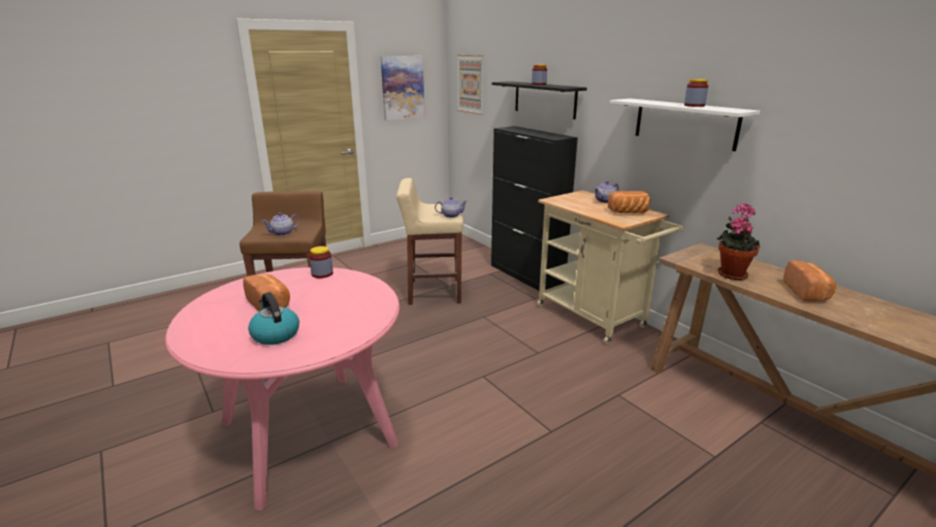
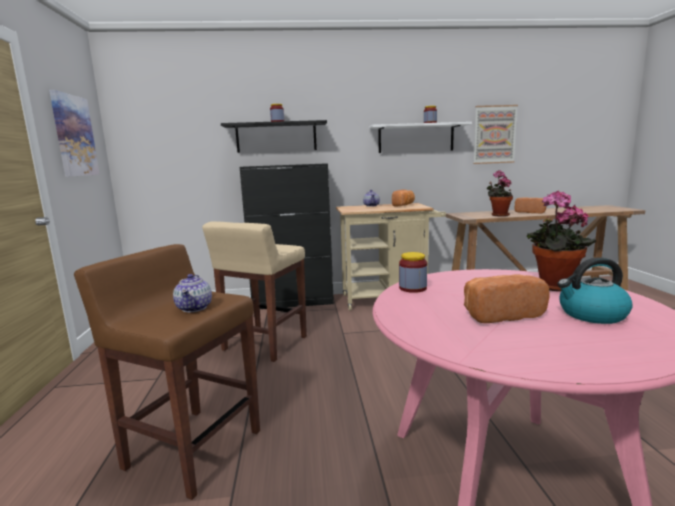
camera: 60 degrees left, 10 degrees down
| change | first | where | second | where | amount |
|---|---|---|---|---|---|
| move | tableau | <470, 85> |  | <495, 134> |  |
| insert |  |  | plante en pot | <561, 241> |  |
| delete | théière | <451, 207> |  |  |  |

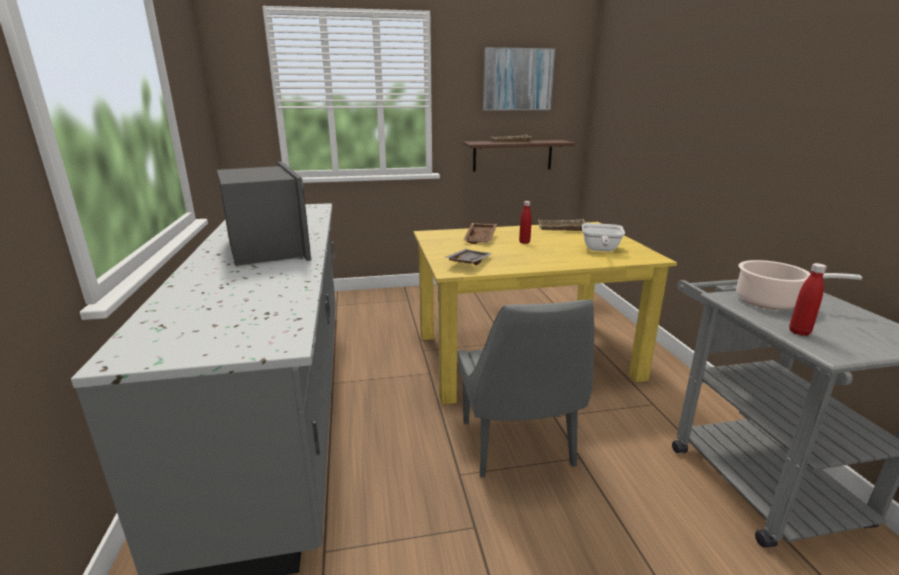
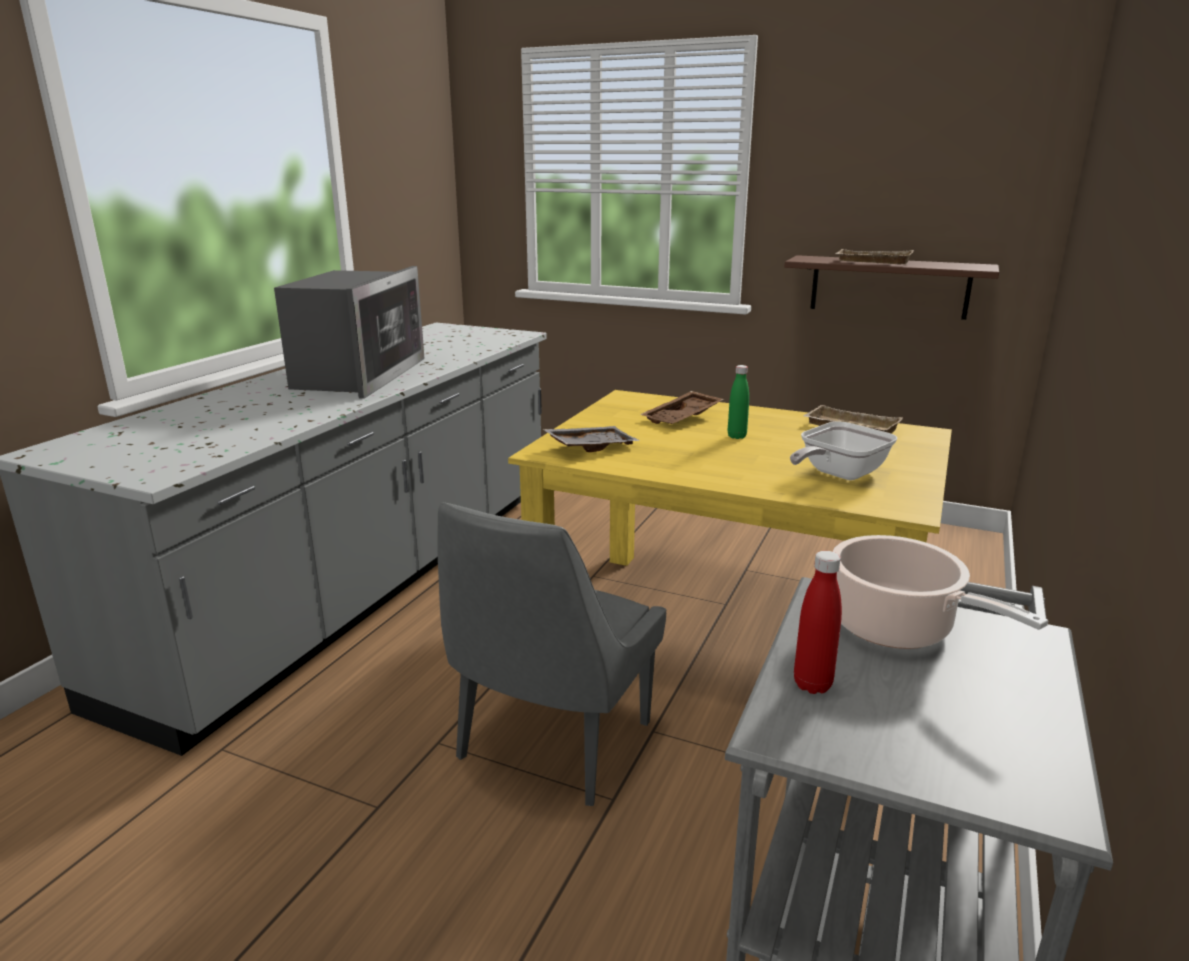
camera: 35 degrees right, 0 degrees up
| change | first | where | second | where | amount |
|---|---|---|---|---|---|
| recolor | bouteille/rouge | <525, 222> | bouteille/vert | <738, 402> |  |
| delete | tableau | <519, 79> |  |  |  |

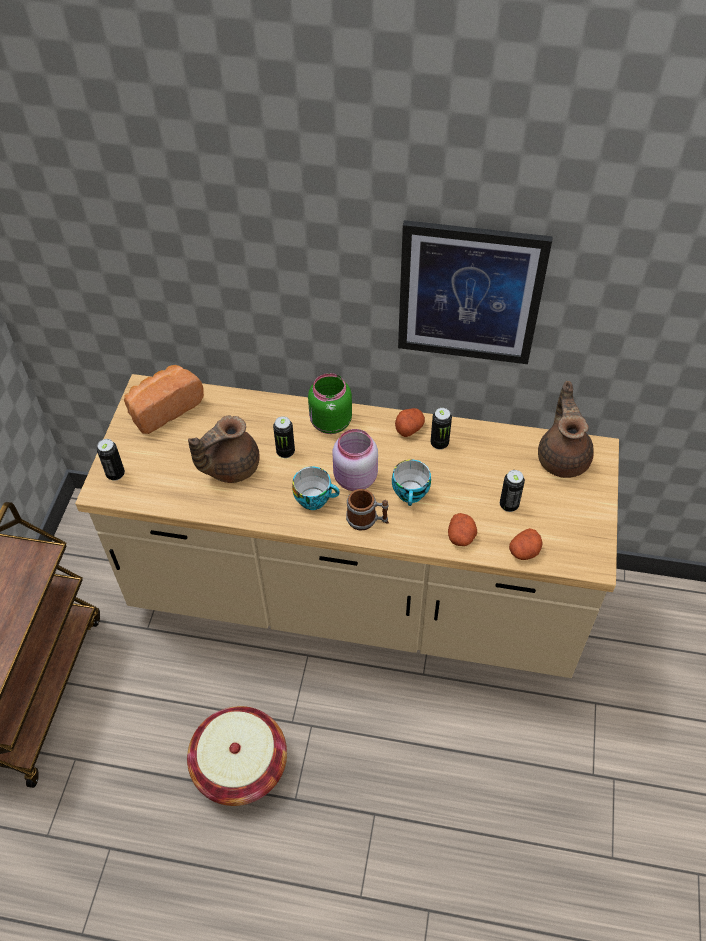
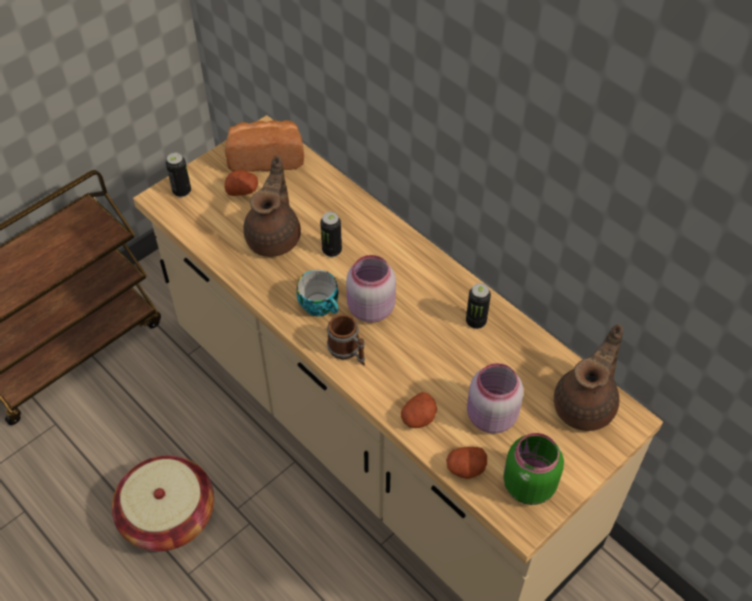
camera: 35 degrees right, 0 degrees up
| change | first | where | second | where | amount |
|---|---|---|---|---|---|
| move | pomme de terre | <410, 422> |  | <241, 183> |  |
| rotate | théière/marron | <224, 449> |  | <272, 206> | 105 degrees clockwise |
| replace | boîte métallique | <512, 491> | bocal/rose | <495, 398> |  |
| move | bocal/vert | <330, 403> |  | <533, 469> |  |
| delete | tasse | <411, 482> |  |  |  |
| delete | tableau | <475, 292> |  |  |  |

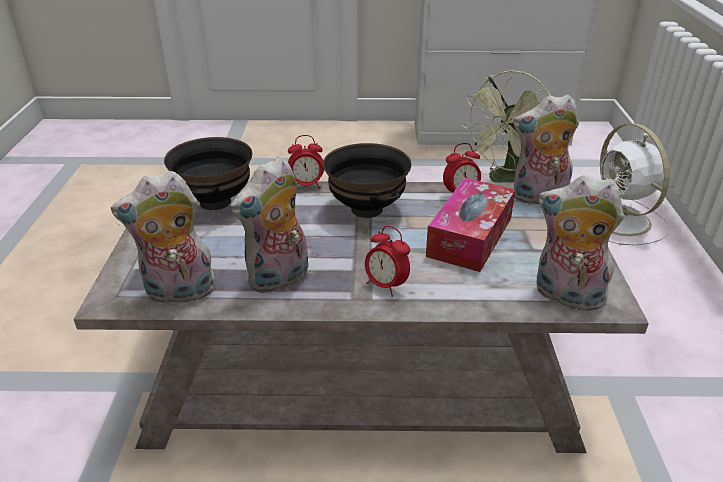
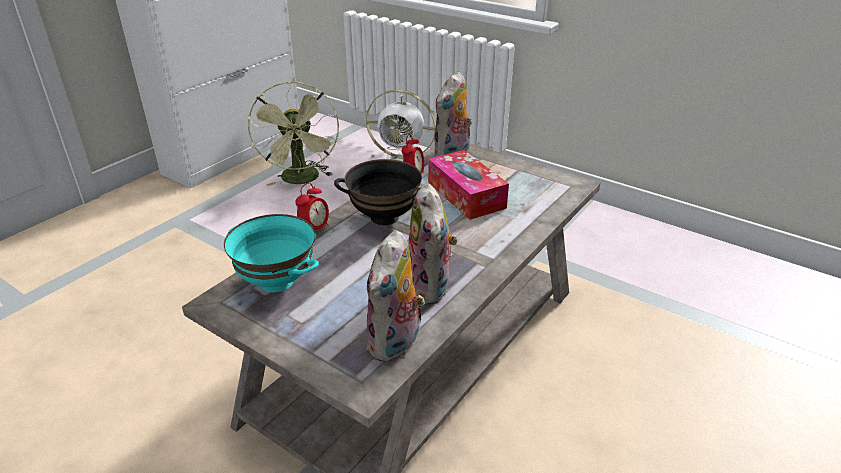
camera: 55 degrees left, 0 degrees up
| change | first | where | second | where | amount |
|---|---|---|---|---|---|
| recolor | bol/noir | <208, 173> | bol/turquoise | <271, 253> |  |
| delete | réveil | <387, 261> |  |  |  |
| delete | peluche | <580, 243> |  |  |  |

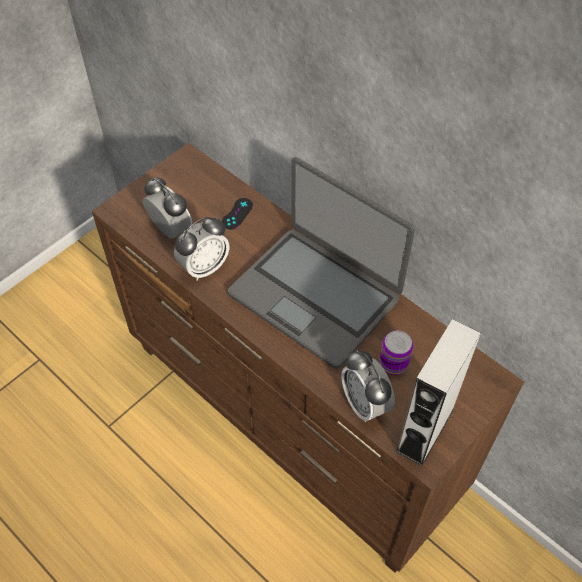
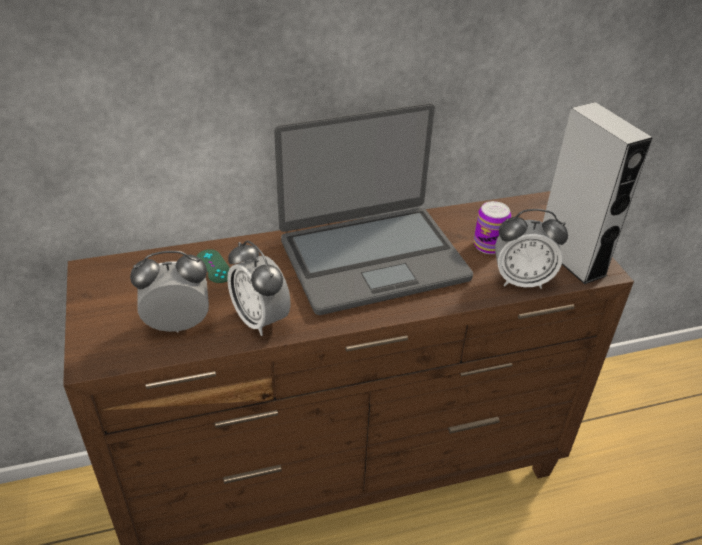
camera: 60 degrees left, 15 degrees down
| change | first | where | second | where | amount |
|---|---|---|---|---|---|
| recolor | manette/noir | <237, 213> | manette/vert | <213, 266> |  |
| rotate | réveil | <201, 249> |  | <259, 288> | 150 degrees clockwise |

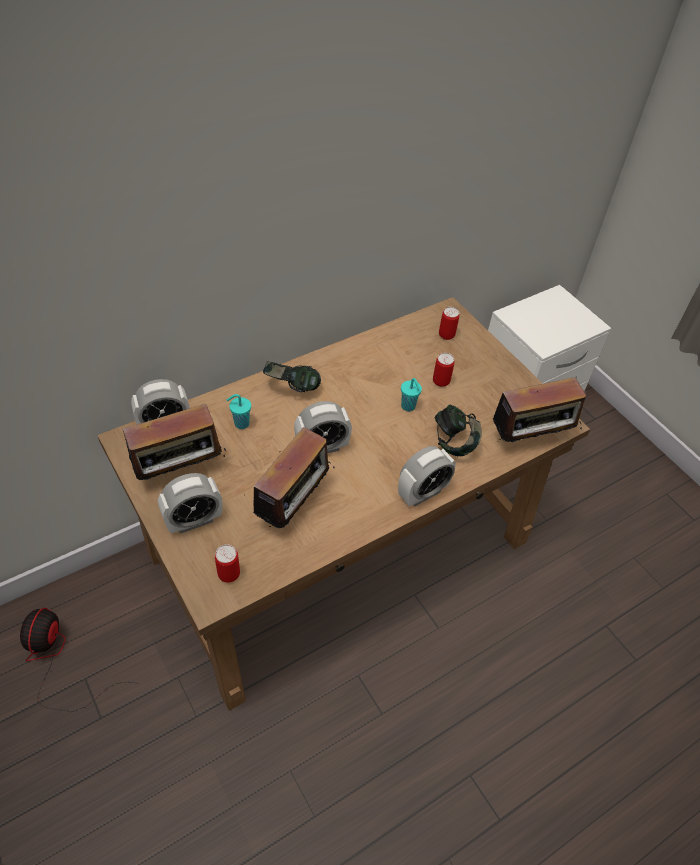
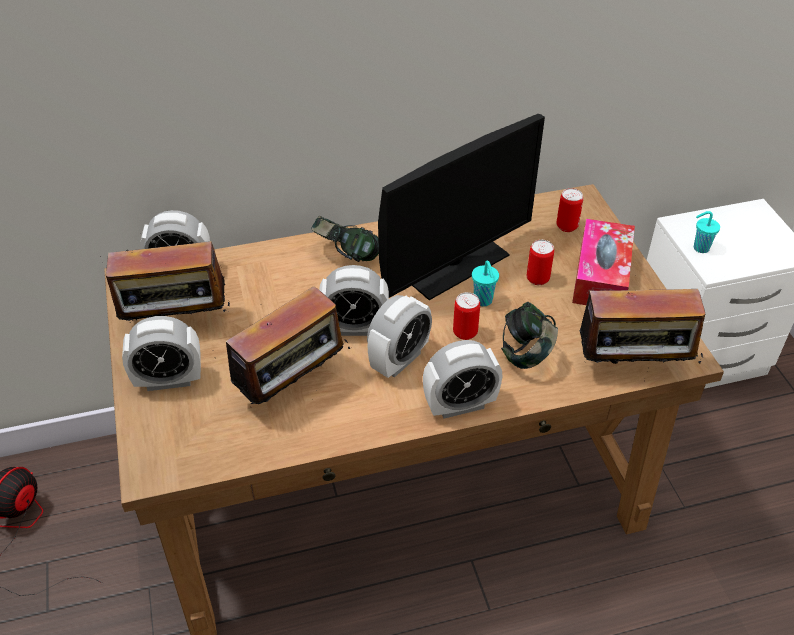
camera: 20 degrees right, 5 degrees down
| change | first | where | second | where | amount |
|---|---|---|---|---|---|
| insert |  |  | réveil | <399, 336> |  |
| insert |  |  | écran d'ordinateur | <461, 207> |  |
| move | boîte métallique | <227, 563> |  | <466, 316> |  |
| insert |  |  | boîte à mouchoirs | <603, 262> |  |
| move | tasse/turquoise | <239, 411> |  | <707, 232> |  |

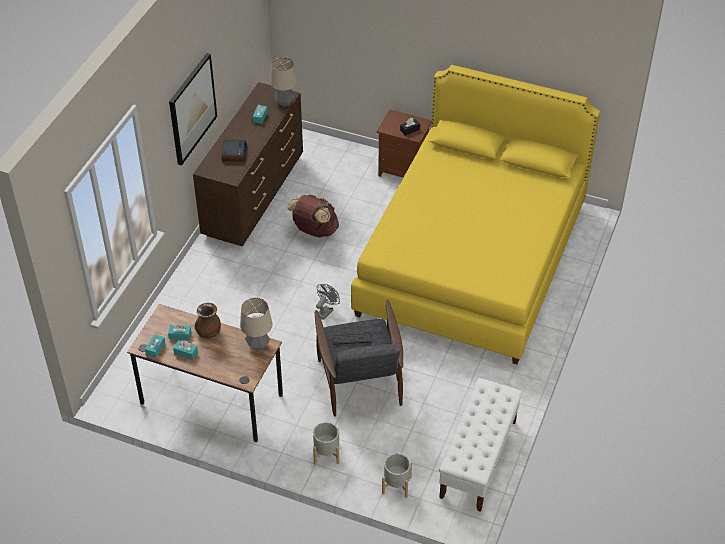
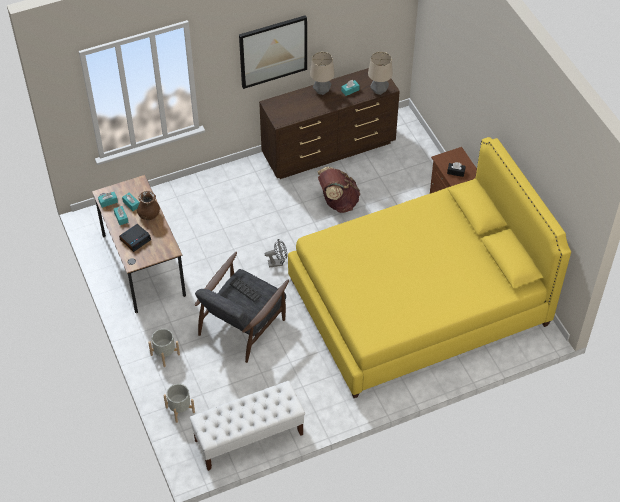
camera: 45 degrees right, 5 degrees up
| change | first | where | second | where | amount |
|---|---|---|---|---|---|
| move | réveil | <234, 151> |  | <135, 238> |  |
| move | lampe de table | <256, 324> |  | <322, 73> |  |

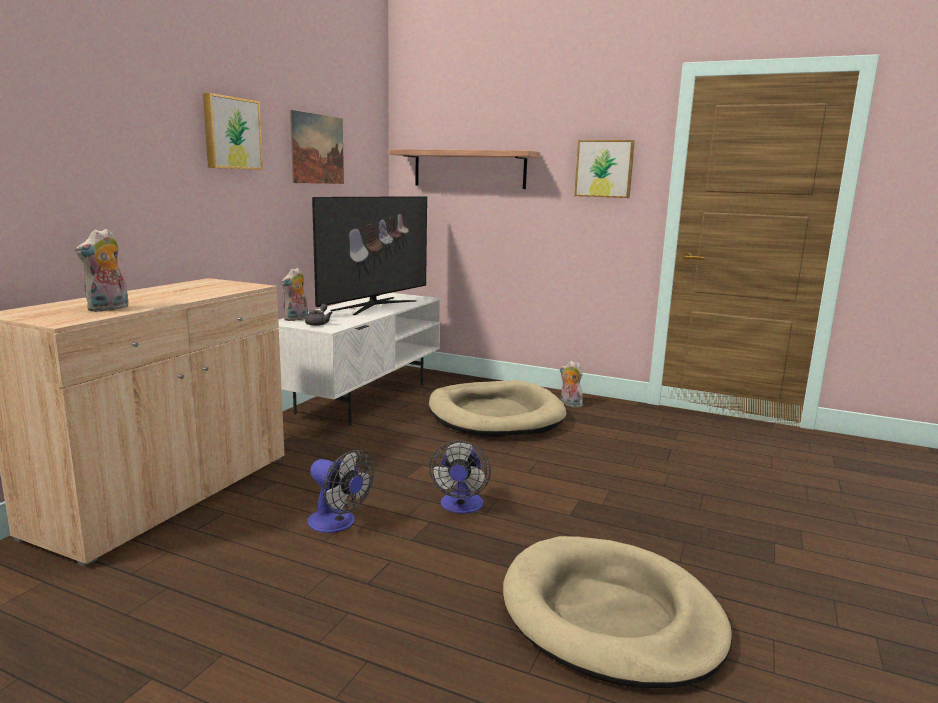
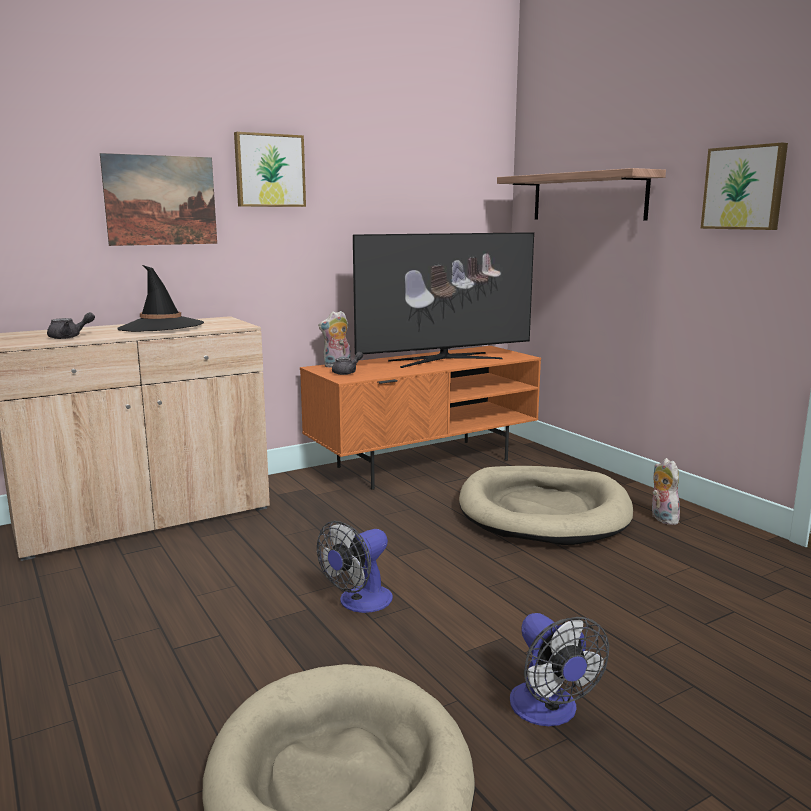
camera: 35 degrees right, 0 degrees up
| change | first | where | second | where | amount |
|---|---|---|---|---|---|
| replace | peluche | <102, 270> | théière/gris | <71, 325> |  |
| move | tableau | <317, 147> |  | <158, 199> |  |
| insert |  |  | chapeau/noir | <160, 298> |  |
| recolor | meuble télé/blanc | <358, 359> | meuble télé/orange | <420, 418> |  |
| move | ventilateur | <340, 491> |  | <559, 669> |  |

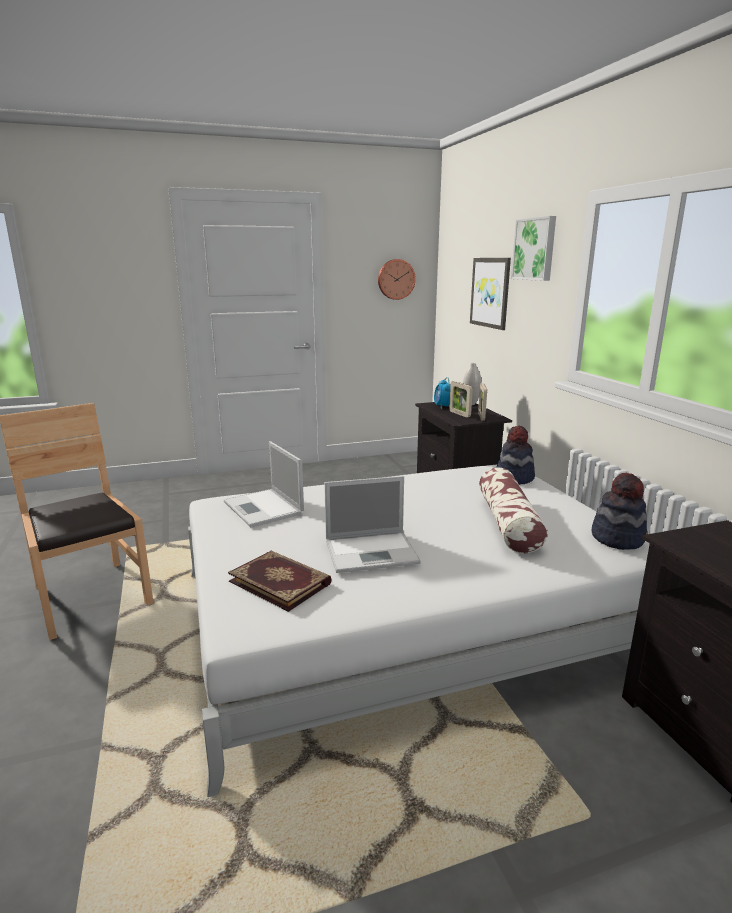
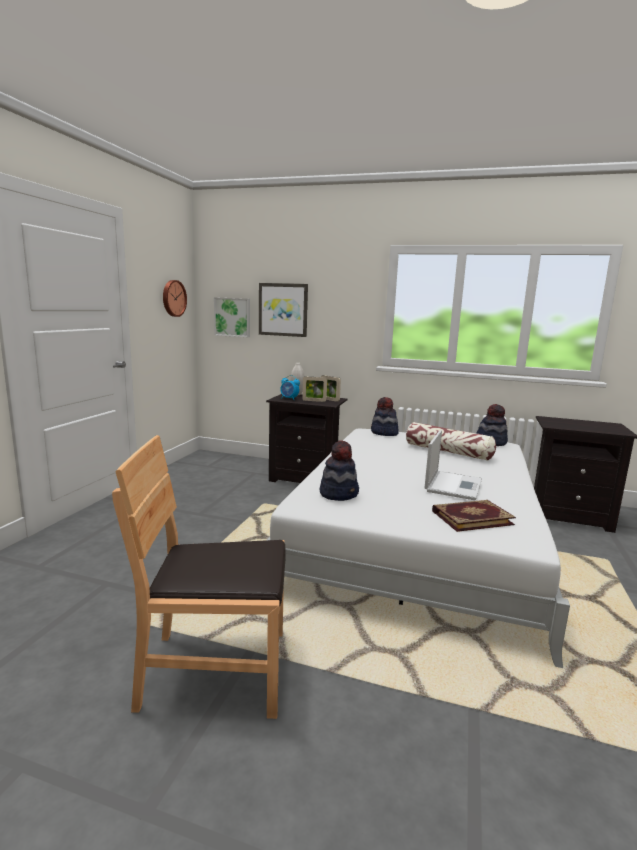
camera: 55 degrees left, 5 degrees down
| change | first | where | second | where | amount |
|---|---|---|---|---|---|
| move | tableau | <533, 248> |  | <232, 317> |  |
| replace | ordinateur portable | <264, 484> | chapeau | <339, 470> |  |

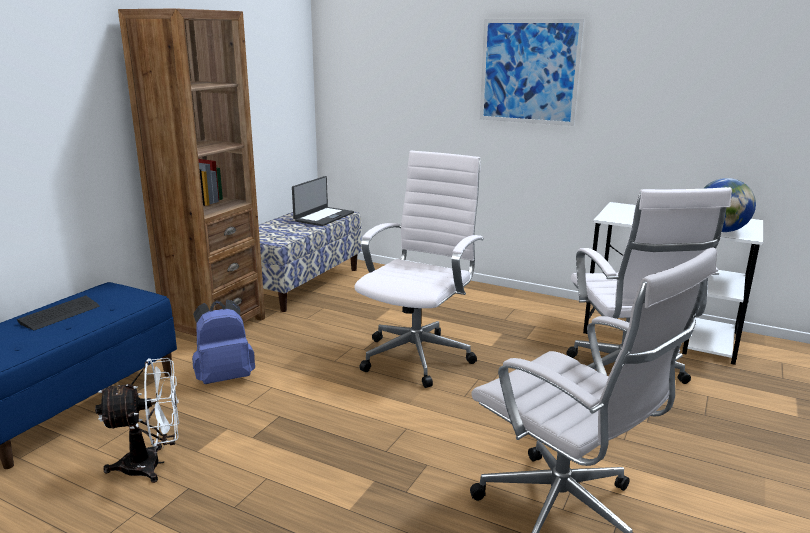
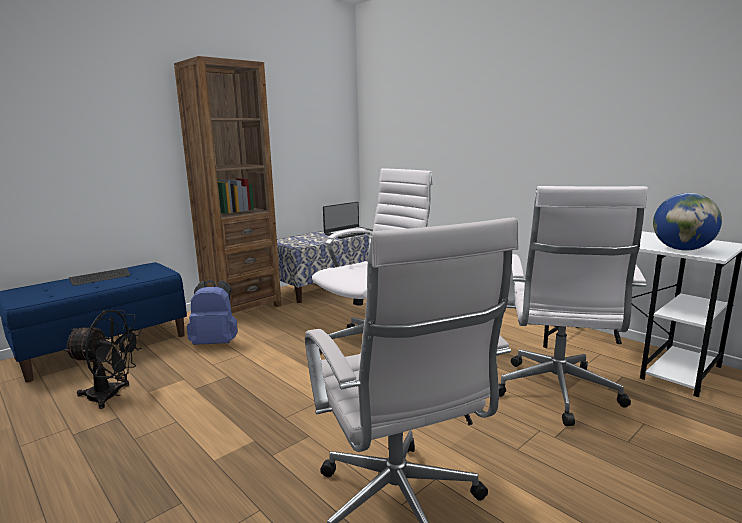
camera: 20 degrees right, 5 degrees down
| change | first | where | second | where | amount |
|---|---|---|---|---|---|
| recolor | ventilateur/blanc | <137, 420> | ventilateur/noir | <102, 359> |  |
| delete | tableau | <532, 72> |  |  |  |

